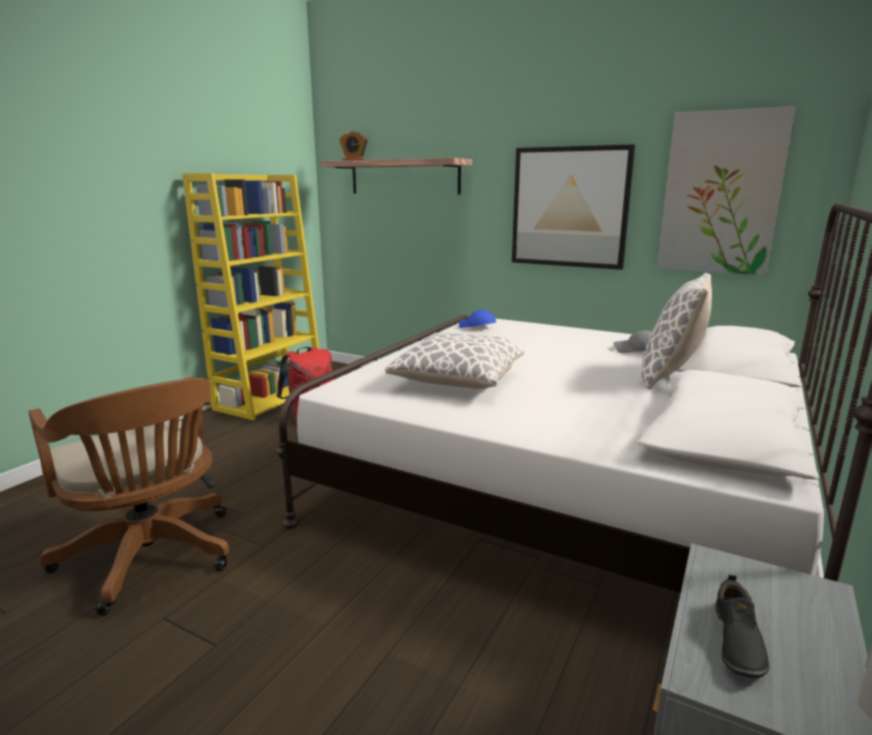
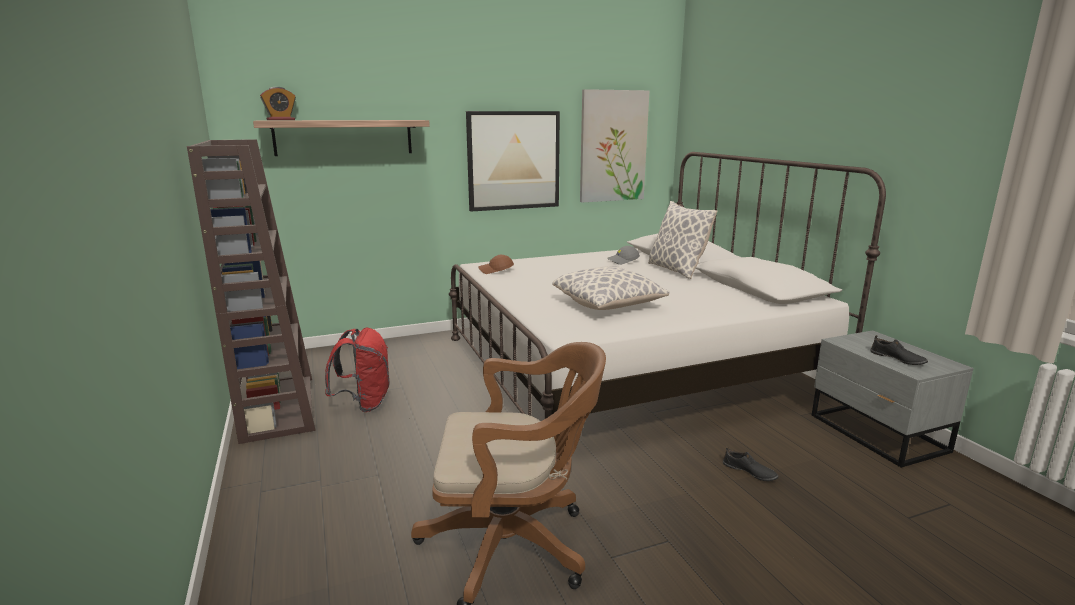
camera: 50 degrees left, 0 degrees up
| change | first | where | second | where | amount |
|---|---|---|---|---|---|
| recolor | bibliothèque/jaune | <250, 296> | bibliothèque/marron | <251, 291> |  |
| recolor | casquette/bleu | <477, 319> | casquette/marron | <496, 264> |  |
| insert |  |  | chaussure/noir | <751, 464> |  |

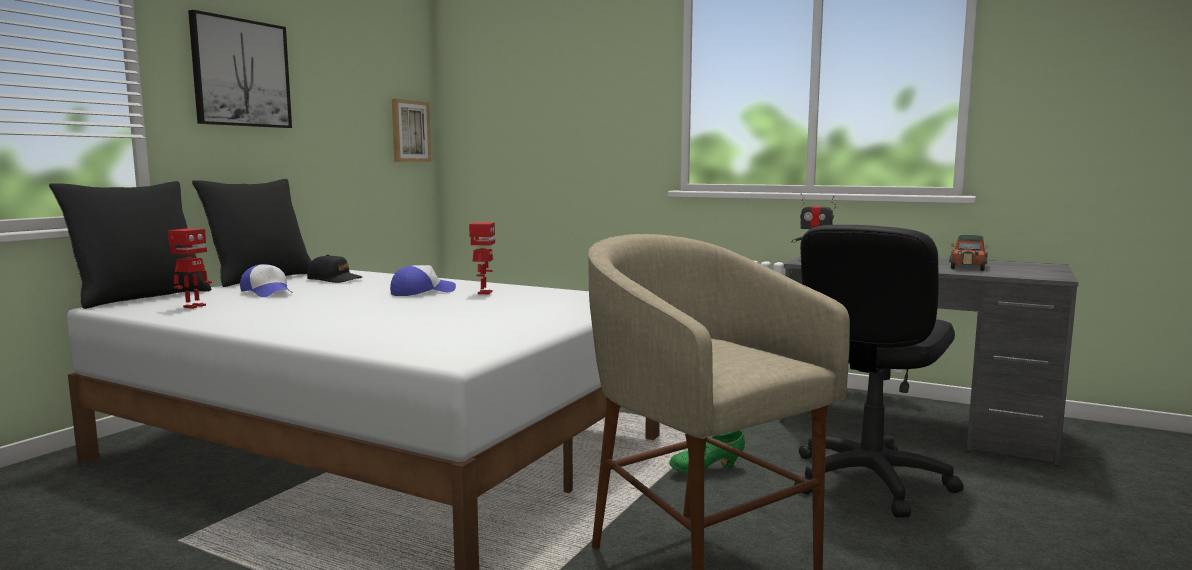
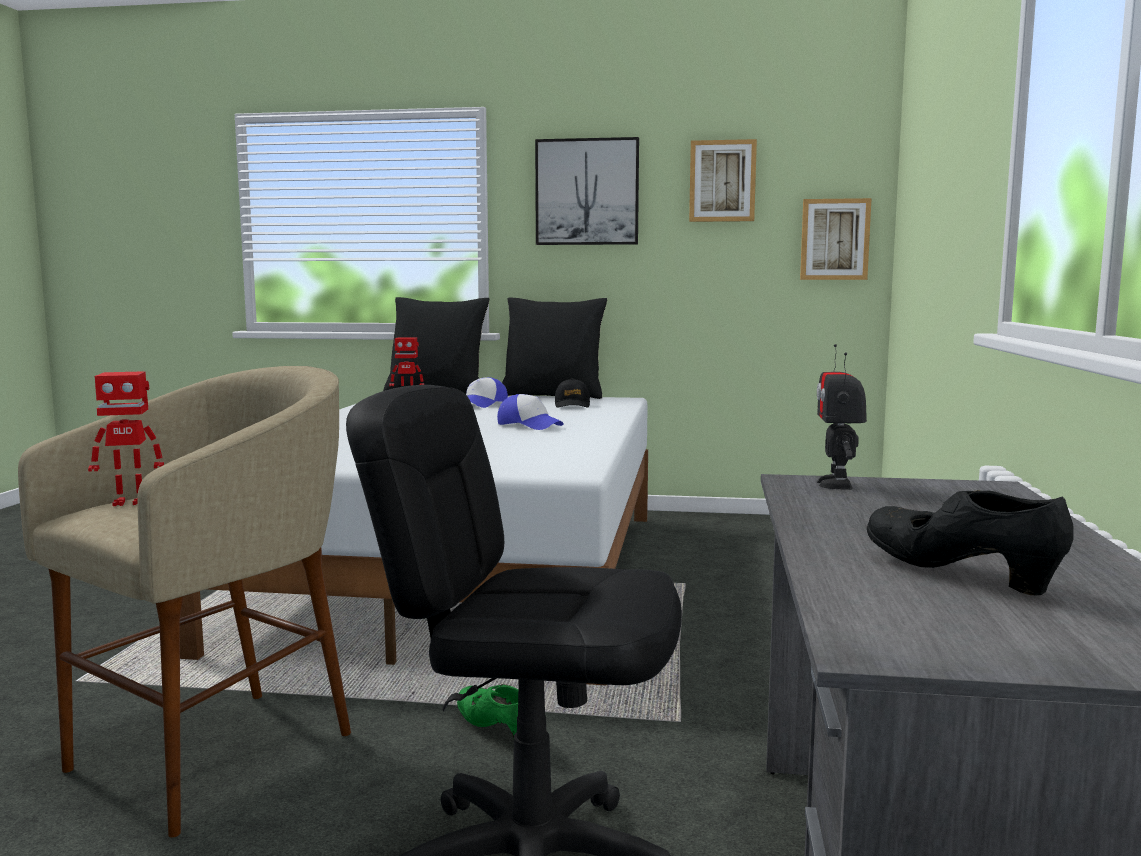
camera: 70 degrees right, 0 degrees up
| change | first | where | second | where | amount |
|---|---|---|---|---|---|
| move | robot jouet | <482, 258> |  | <126, 438> |  |
| insert |  |  | tableau | <723, 180> |  |
| replace | petite voiture | <968, 253> | chaussure/noir | <970, 542> |  |

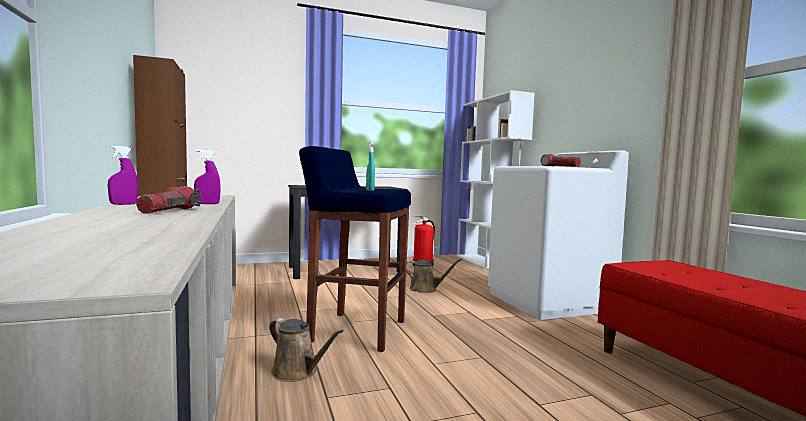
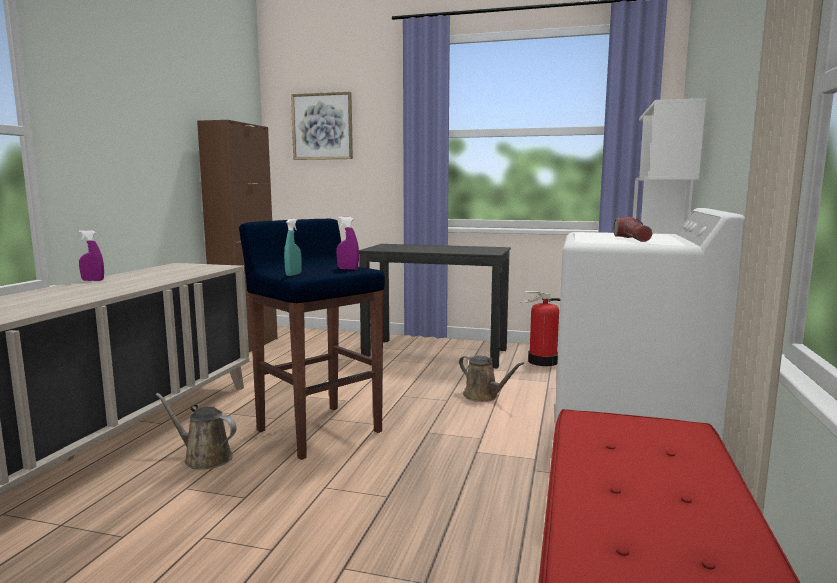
camera: 35 degrees right, 5 degrees up
| change | first | where | second | where | amount |
|---|---|---|---|---|---|
| rotate | arrosoir/marron | <306, 350> |  | <196, 431> | 135 degrees clockwise |
| insert |  |  | tableau | <322, 126> |  |
| move | vaporisateur/violet | <207, 176> |  | <347, 243> |  |
| delete | lampe de poche | <168, 200> |  |  |  |

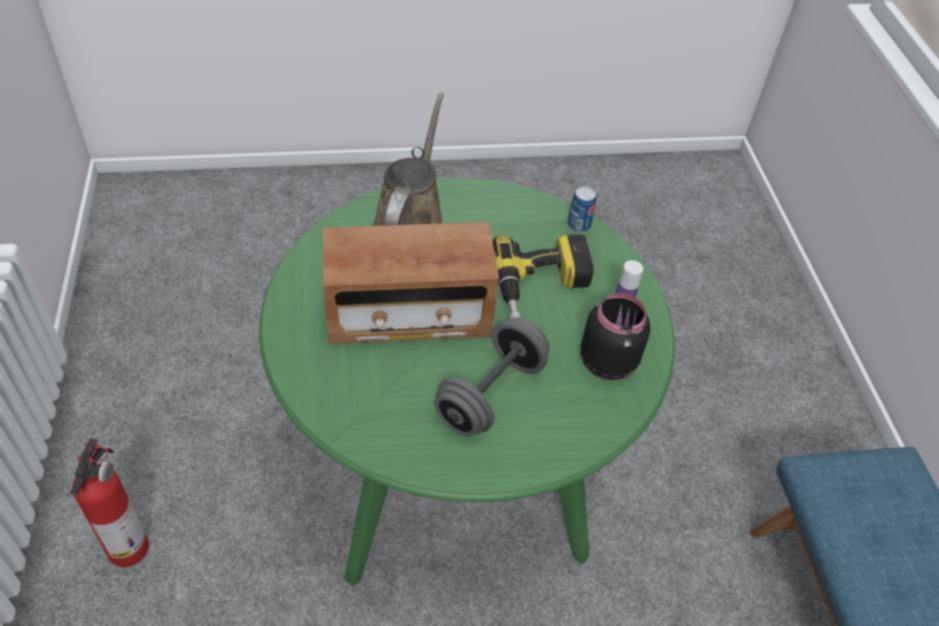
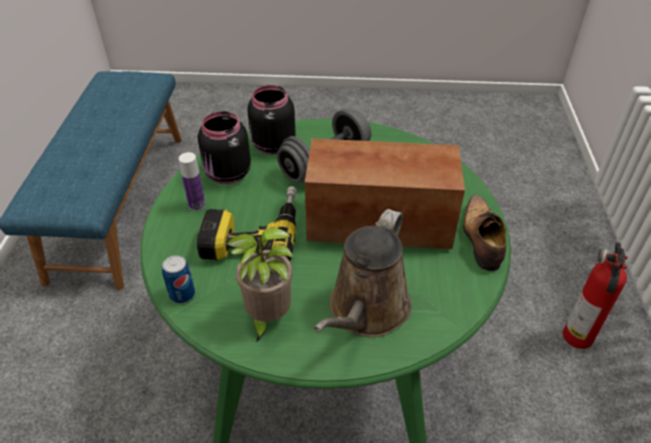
camera: 165 degrees left, 5 degrees down
| change | first | where | second | where | amount |
|---|---|---|---|---|---|
| insert |  |  | plante en pot | <259, 285> |  |
| insert |  |  | bocal/noir | <271, 120> |  |
| insert |  |  | chaussure | <484, 233> |  |

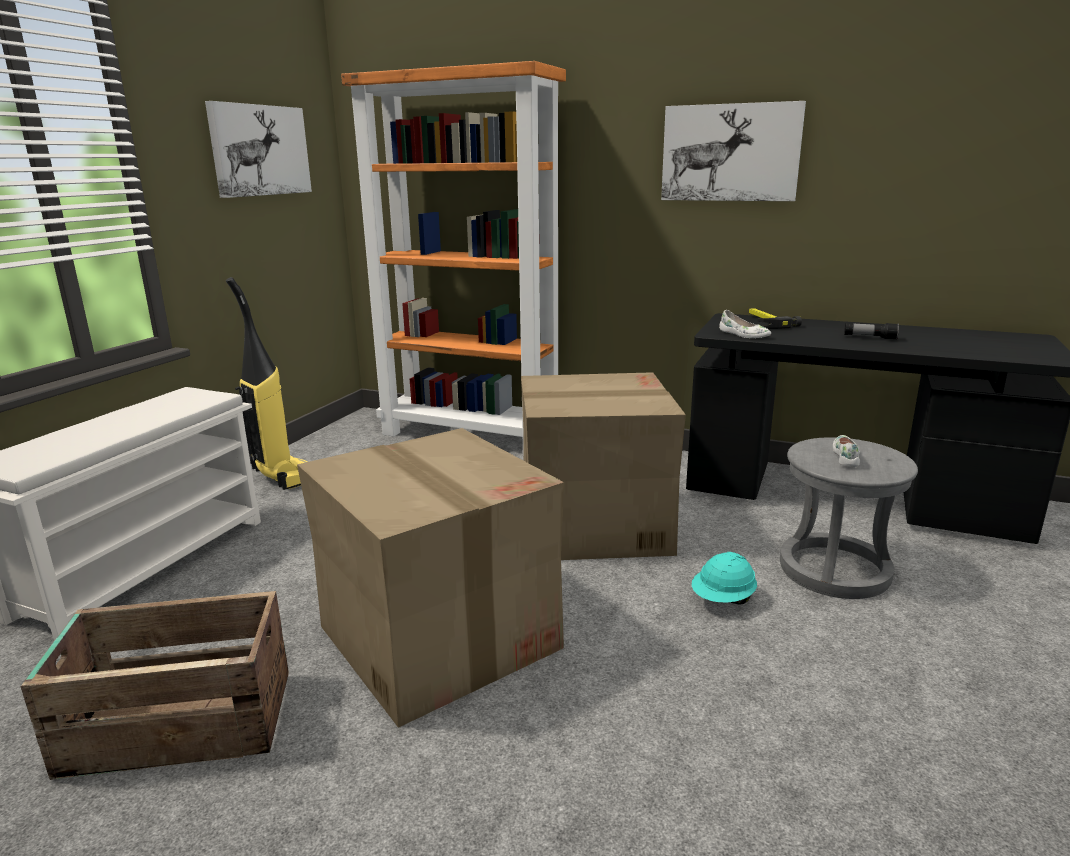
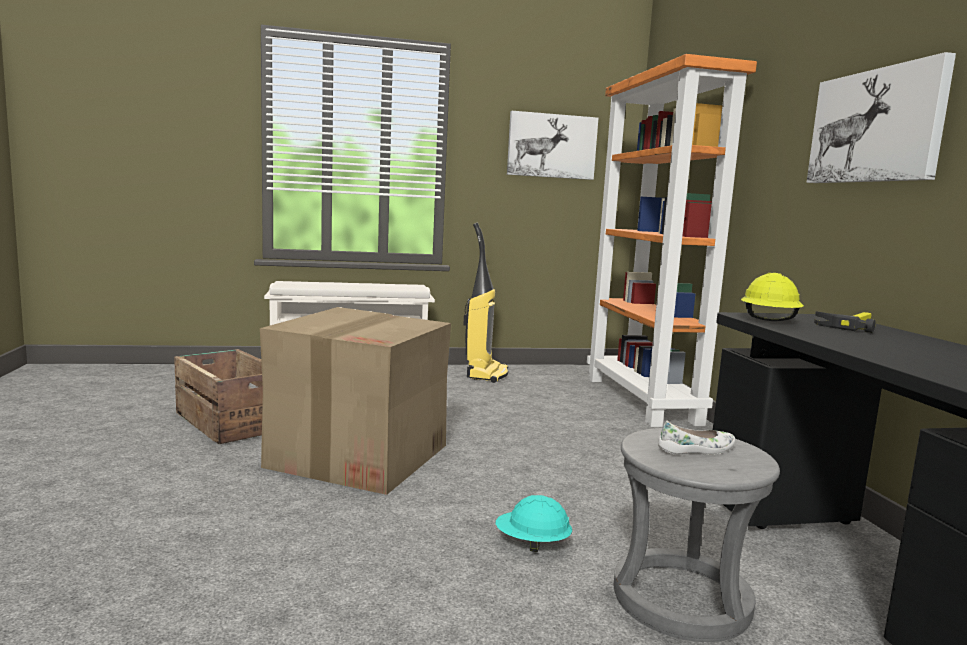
camera: 55 degrees right, 10 degrees down
| change | first | where | second | where | amount |
|---|---|---|---|---|---|
| replace | chaussure/blanc | <745, 324> | casque de chantier/jaune | <772, 297> |  |
| delete | carton | <603, 466> |  |  |  |
| delete | lampe de poche | <871, 331> |  |  |  |

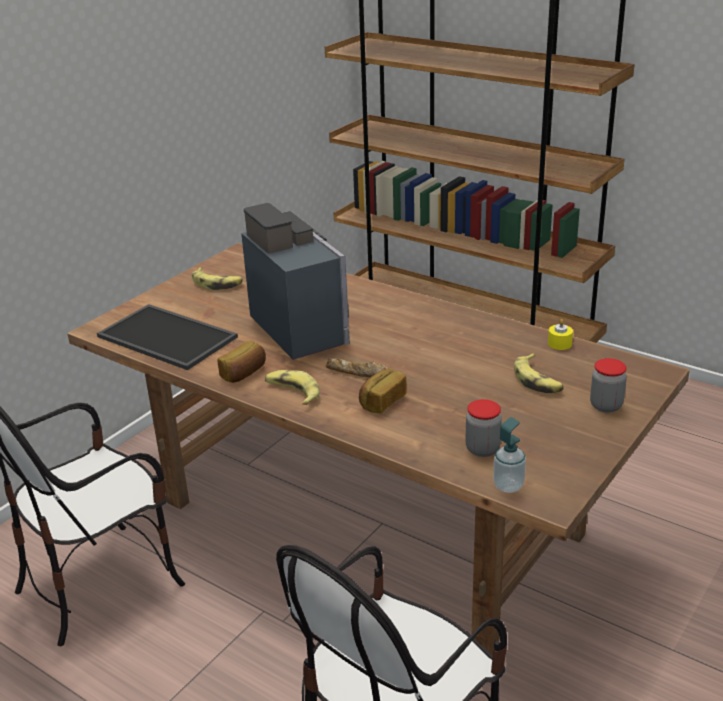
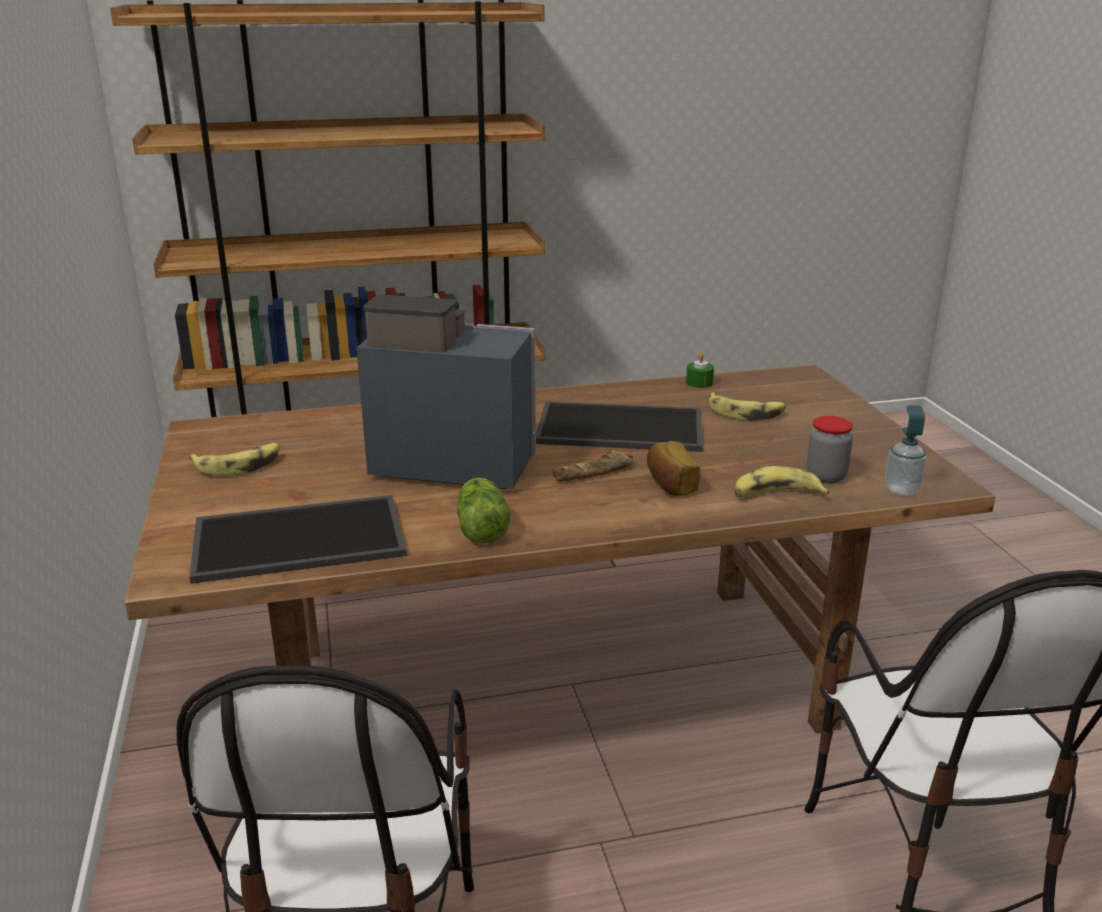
camera: 50 degrees left, 5 degrees down
| change | first | where | second | where | amount |
|---|---|---|---|---|---|
| replace | pain | <241, 362> | laitue | <483, 511> |  |
| insert |  |  | plateau | <619, 426> |  |
| recolor | bougie/jaune | <560, 334> | bougie/vert | <700, 370> |  |
| move | banane | <292, 387> |  | <782, 481> |  |
| delete | bocal | <608, 385> |  |  |  |

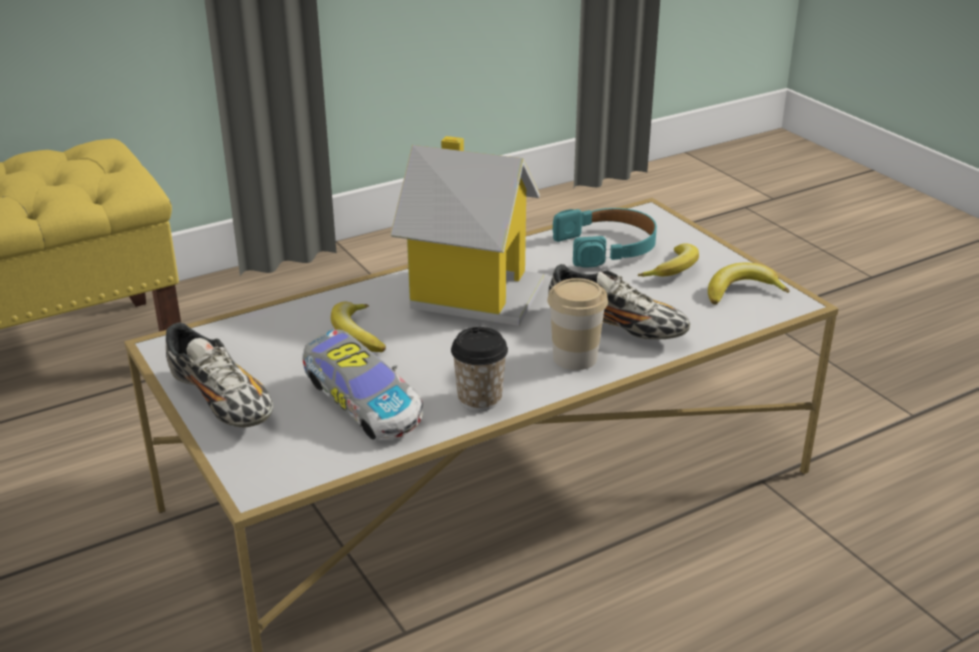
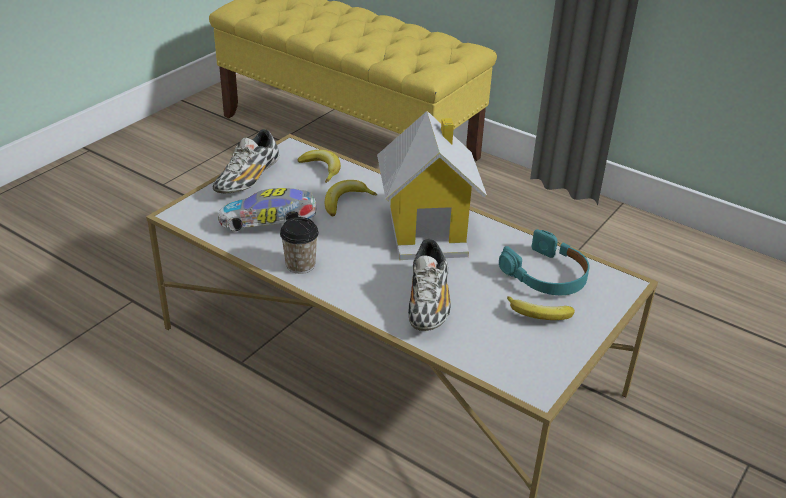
camera: 65 degrees right, 5 degrees up
| change | first | where | second | where | amount |
|---|---|---|---|---|---|
| rotate | petite voiture | <363, 384> |  | <267, 209> | 60 degrees clockwise |
| move | banane | <749, 283> |  | <319, 166> |  |
| delete | tasse | <577, 324> |  |  |  |

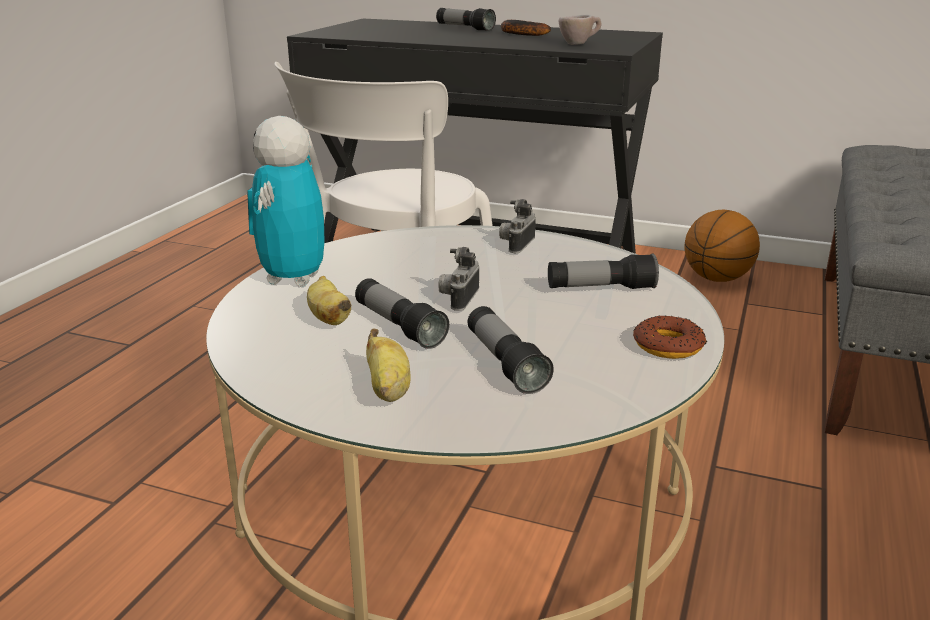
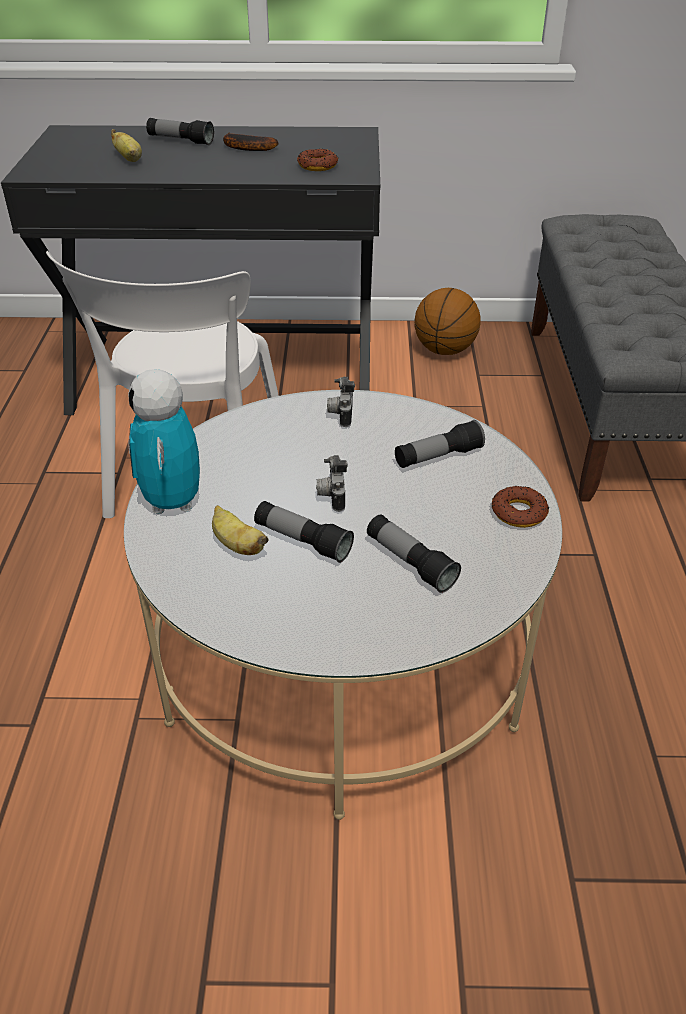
camera: 20 degrees left, 15 degrees up
| change | first | where | second | where | amount |
|---|---|---|---|---|---|
| move | banane | <388, 365> |  | <126, 145> |  |
| replace | tasse/beige | <580, 30> | beignet | <317, 159> |  |

